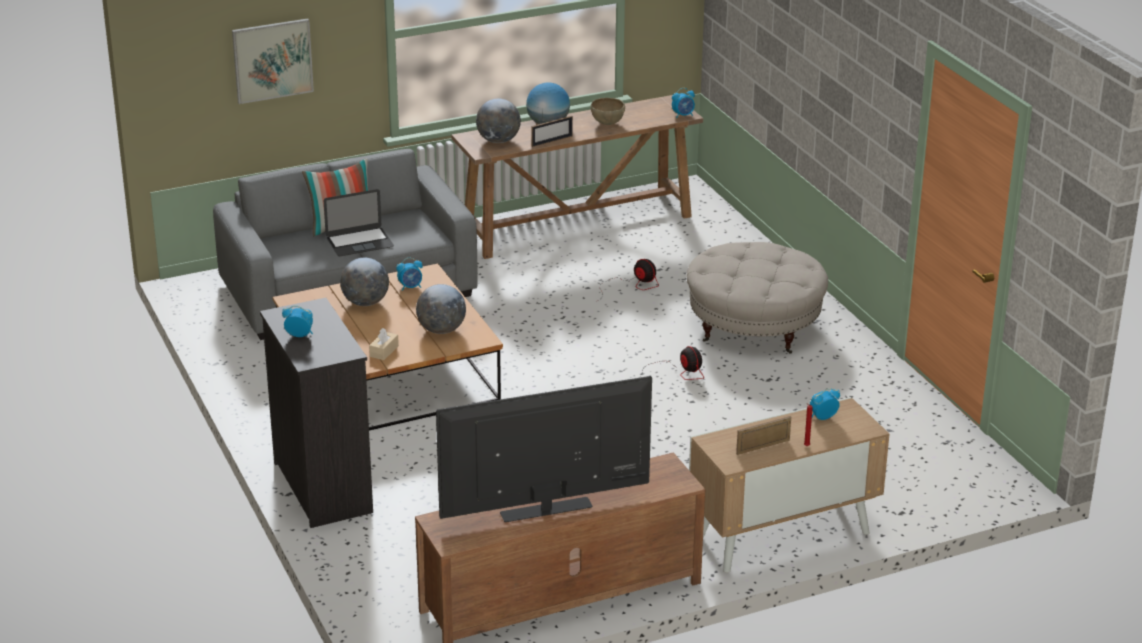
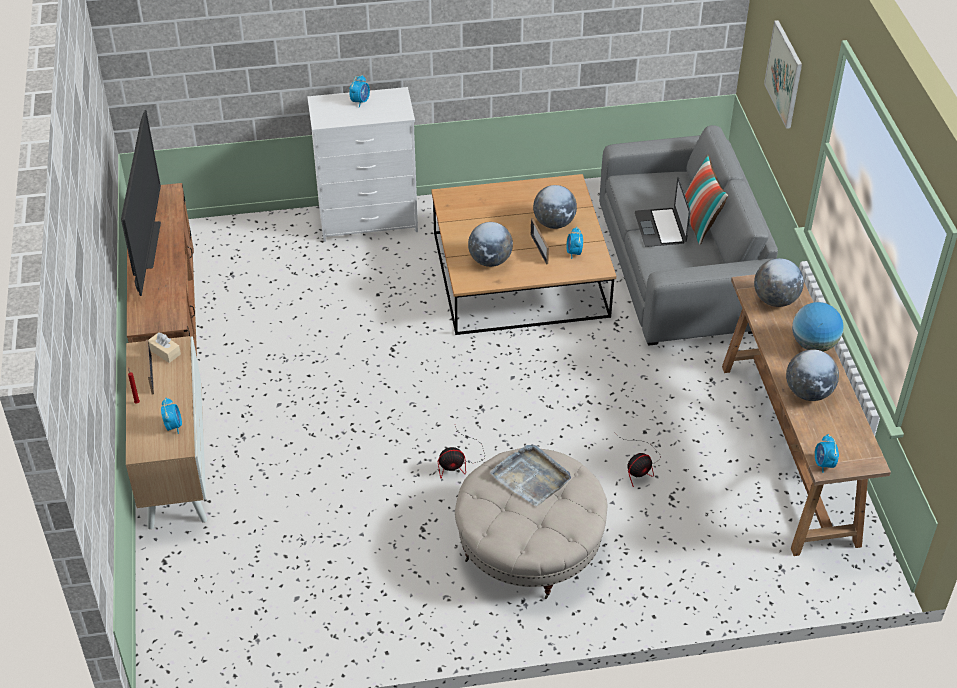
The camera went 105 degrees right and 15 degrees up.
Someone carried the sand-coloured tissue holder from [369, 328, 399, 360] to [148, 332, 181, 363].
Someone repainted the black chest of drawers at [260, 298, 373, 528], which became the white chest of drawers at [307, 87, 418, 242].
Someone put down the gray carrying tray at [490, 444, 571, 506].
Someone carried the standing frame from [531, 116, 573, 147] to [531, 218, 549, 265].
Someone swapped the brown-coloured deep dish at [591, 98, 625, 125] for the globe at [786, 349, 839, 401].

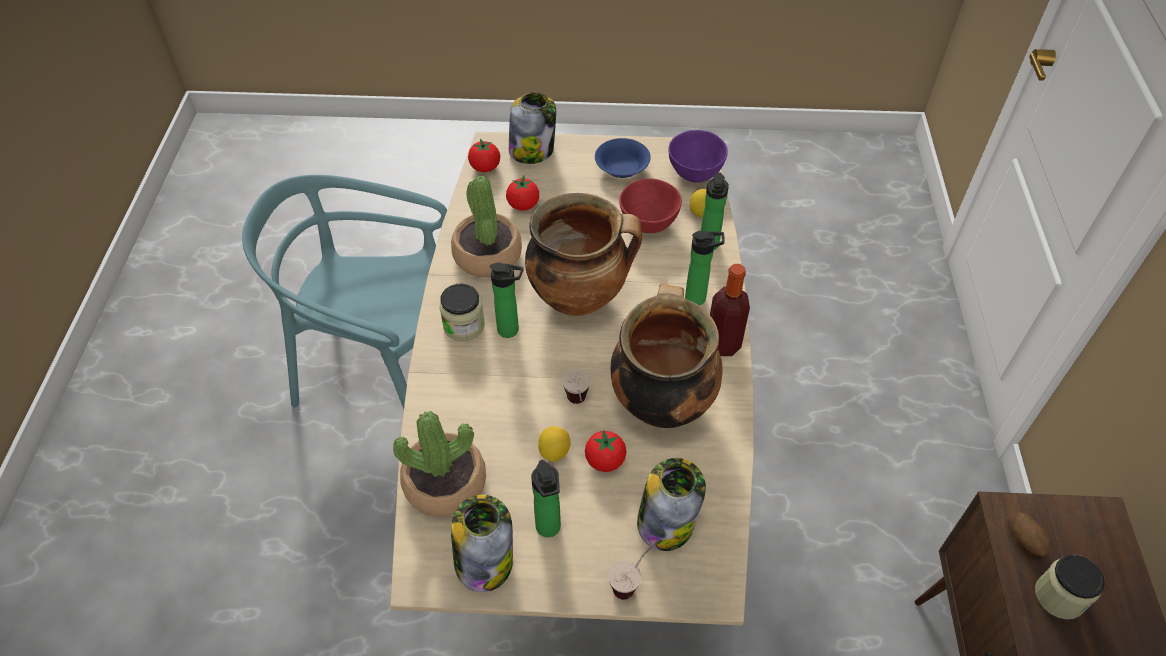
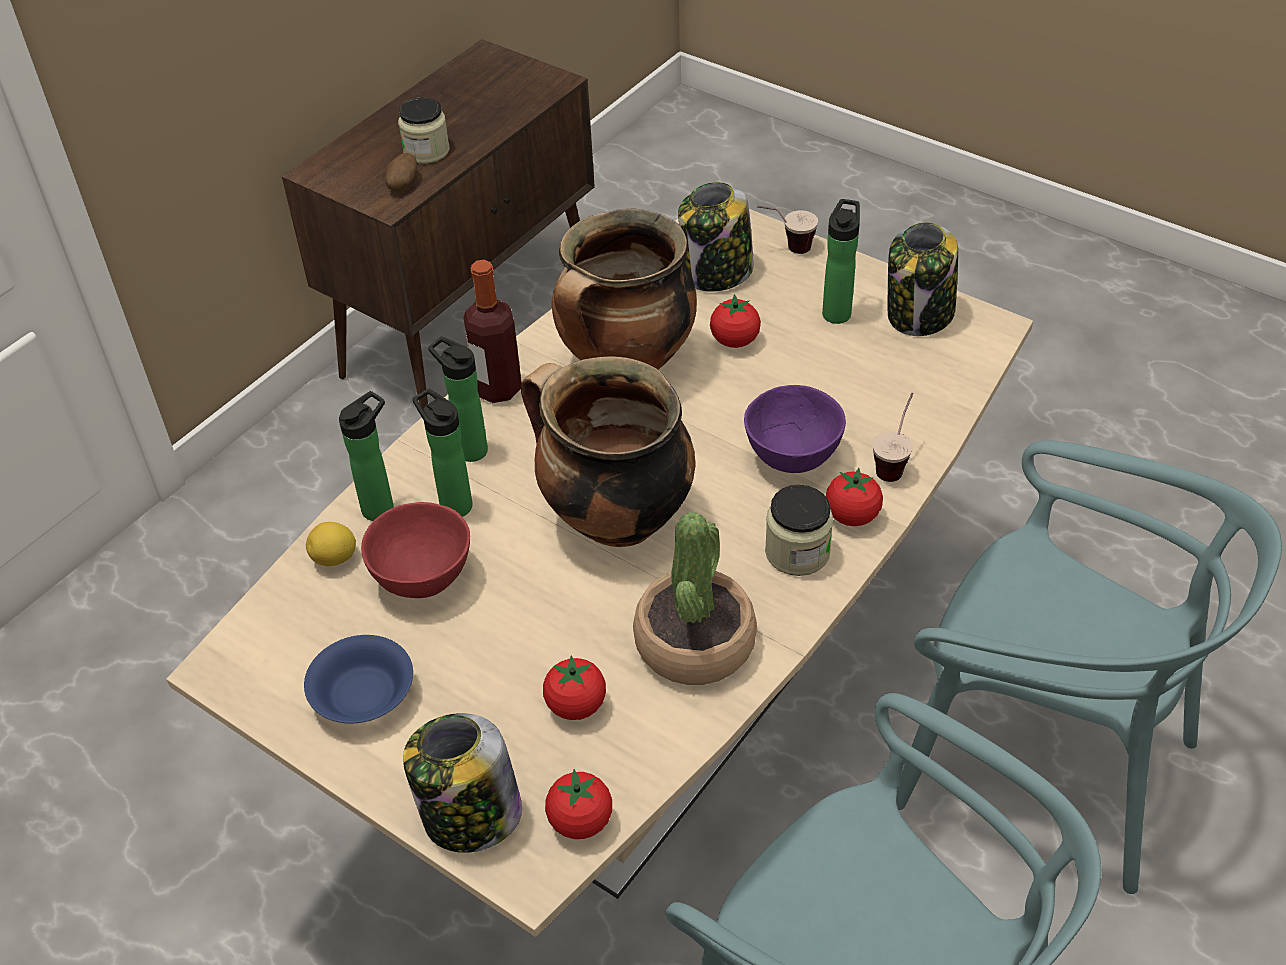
The camera went 145 degrees left and 5 degrees down.
Someone carried the bottle from [490, 262, 523, 338] to [413, 388, 473, 517].
Someone carried the purple-coloured deep dish from [668, 130, 728, 183] to [744, 385, 846, 473].
Someone put down the fresh tomato at [826, 468, 883, 526].
Someone carried the small cup from [562, 369, 591, 404] to [872, 392, 914, 482].
Someone put down the turquoise-coloured chair at [896, 440, 1282, 894].
Someone took away the houseplant at [393, 411, 486, 516].
Someone took away the lemon at [538, 426, 571, 462].

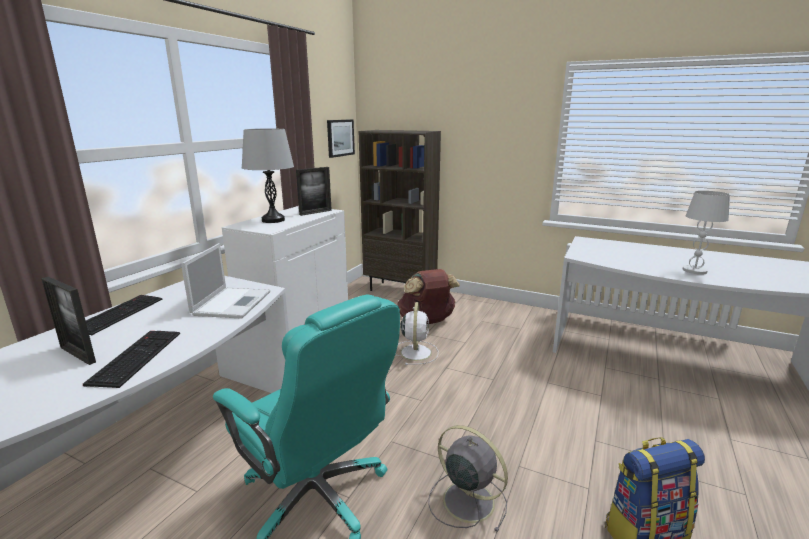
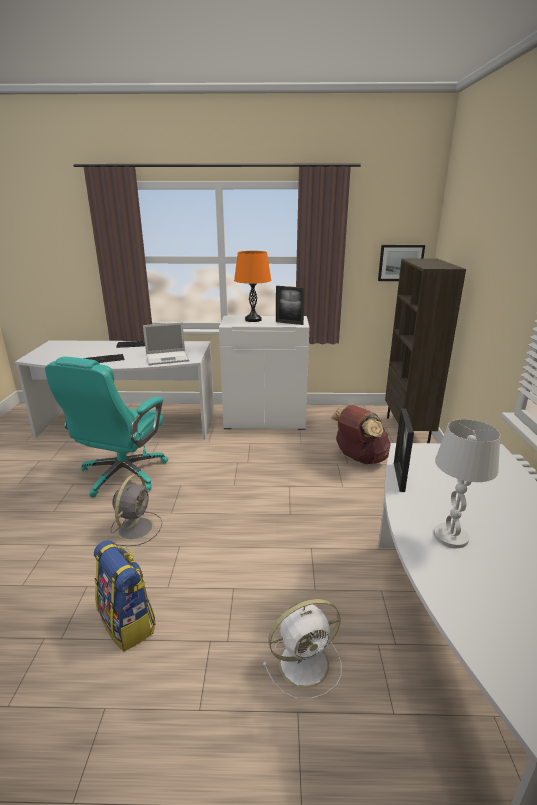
The camera went 65 degrees right and 5 degrees up.
Someone repainted the gray lamp for a table at [242, 129, 294, 223], which became the orangey lamp for a table at [234, 251, 271, 322].
Someone carried the white fan from [395, 302, 438, 365] to [263, 599, 342, 699].
Someone carried the standing frame from [41, 277, 96, 365] to [394, 408, 414, 492].

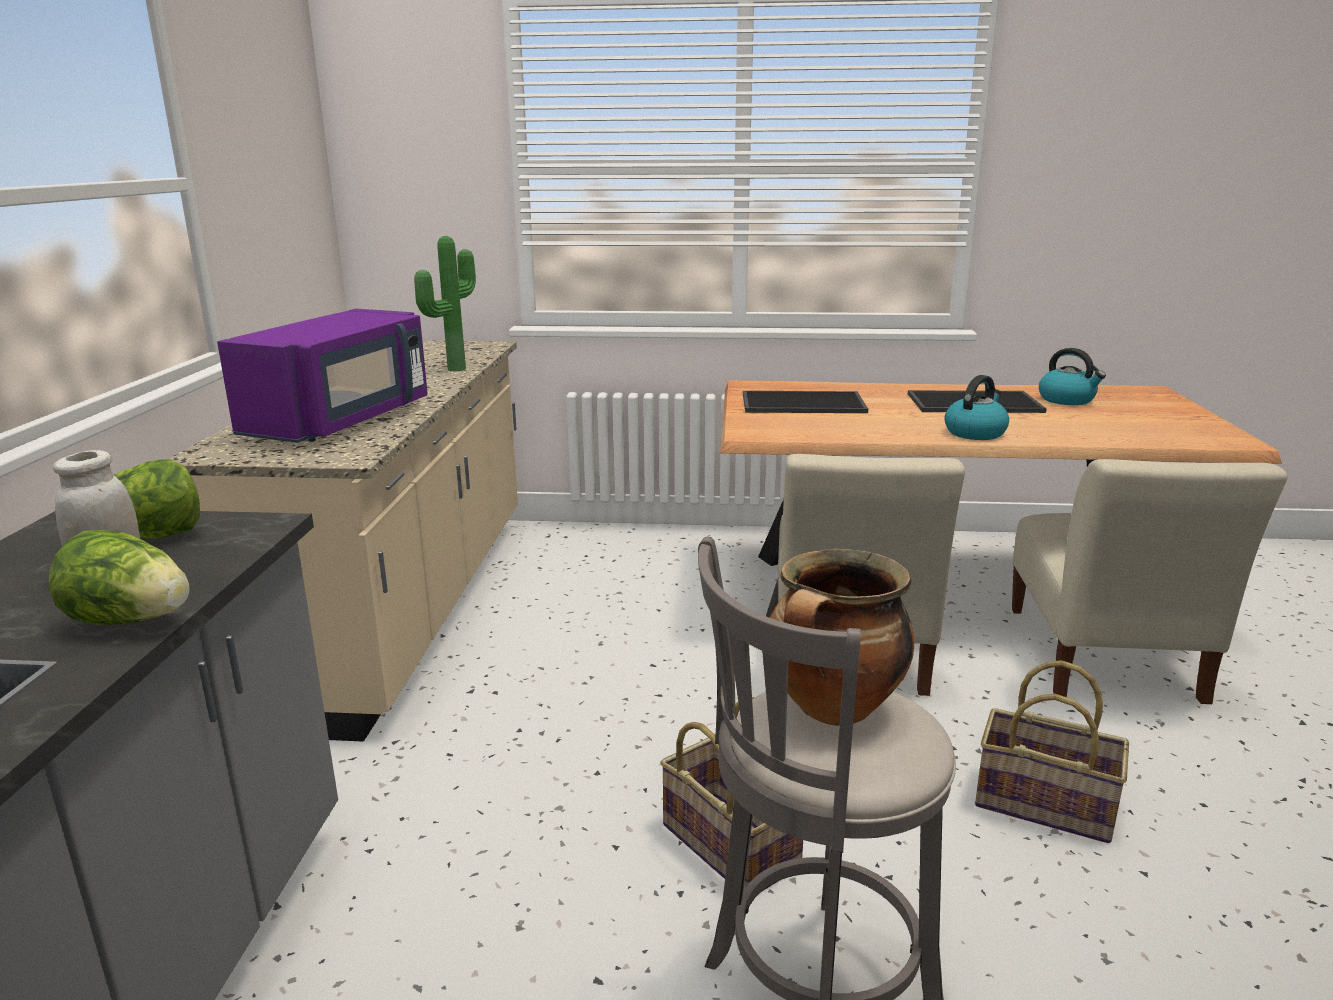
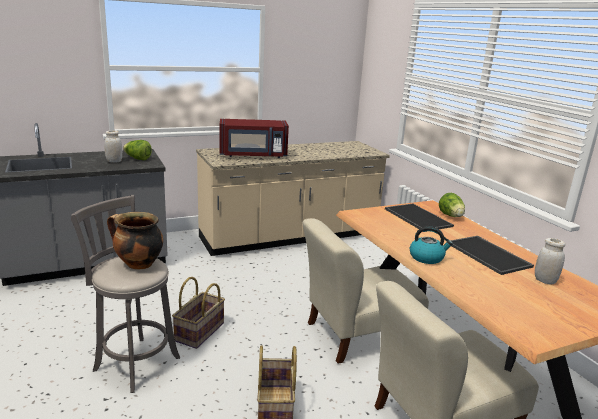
The camera went 60 degrees right and 0 degrees up.
Someone repainted the purple-coloured kitchen microwave at [217, 309, 428, 443], which became the red kitchen microwave at [220, 119, 289, 158].
Someone carried the lettuce from [49, 529, 189, 625] to [439, 193, 465, 217].
Someone swapped the kettle at [1039, 348, 1106, 405] for the white jar at [535, 238, 565, 285].
Someone took away the houseplant at [414, 236, 476, 371].

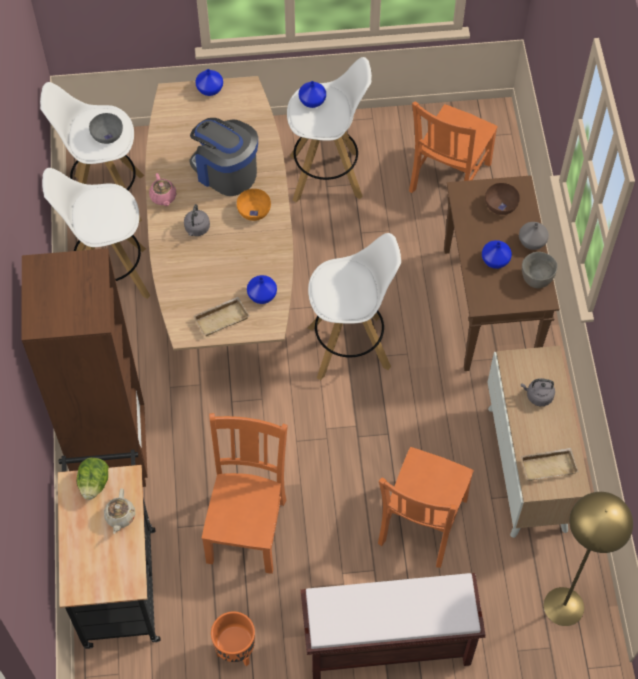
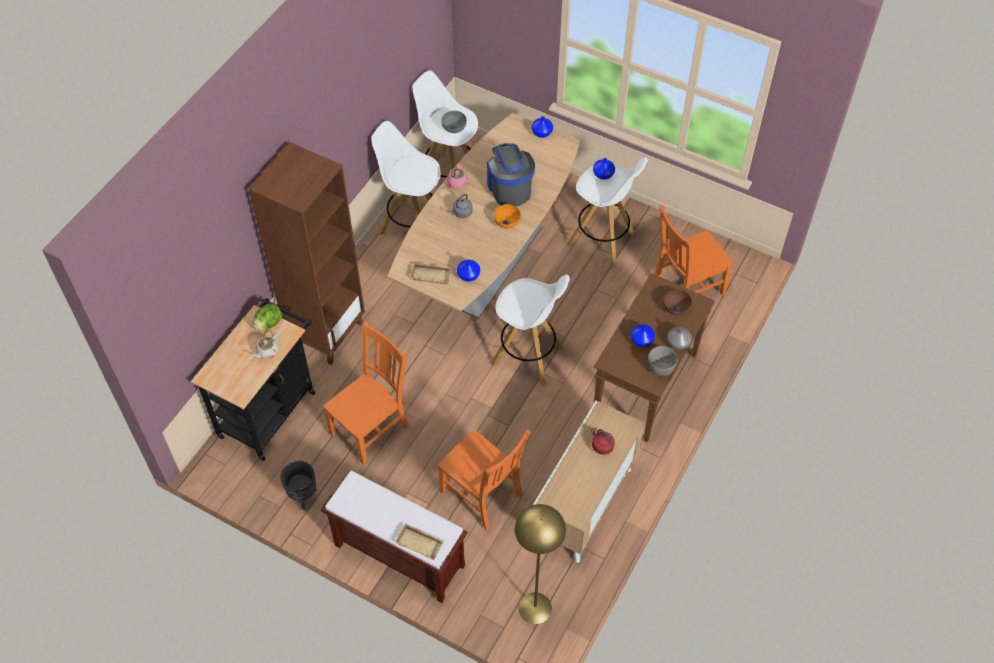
The camera went 35 degrees right and 5 degrees down.
Someone repainted the orangey plant pot at [211, 611, 255, 666], which became the black plant pot at [281, 461, 316, 510].
Someone carried the sand-coloured carrying tray from [520, 448, 578, 481] to [395, 524, 444, 560].
Someone rotated the orangey chair at [378, 447, 474, 568] by 105 degrees counterclockwise.
Someone repainted the gray kettle at [521, 378, 555, 406], which became the red kettle at [591, 428, 615, 455].

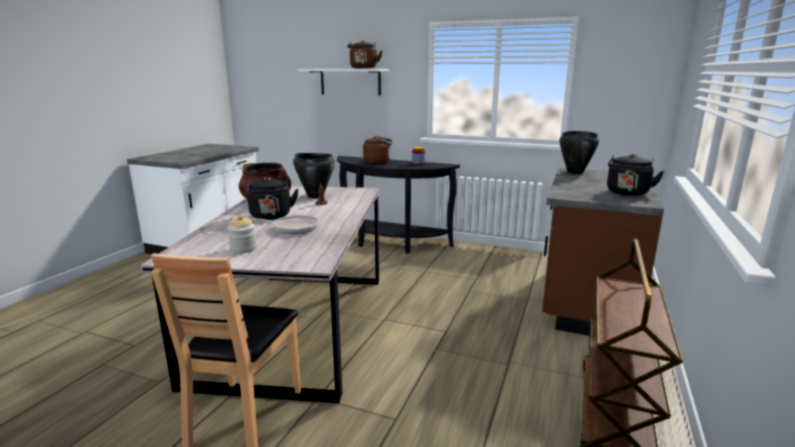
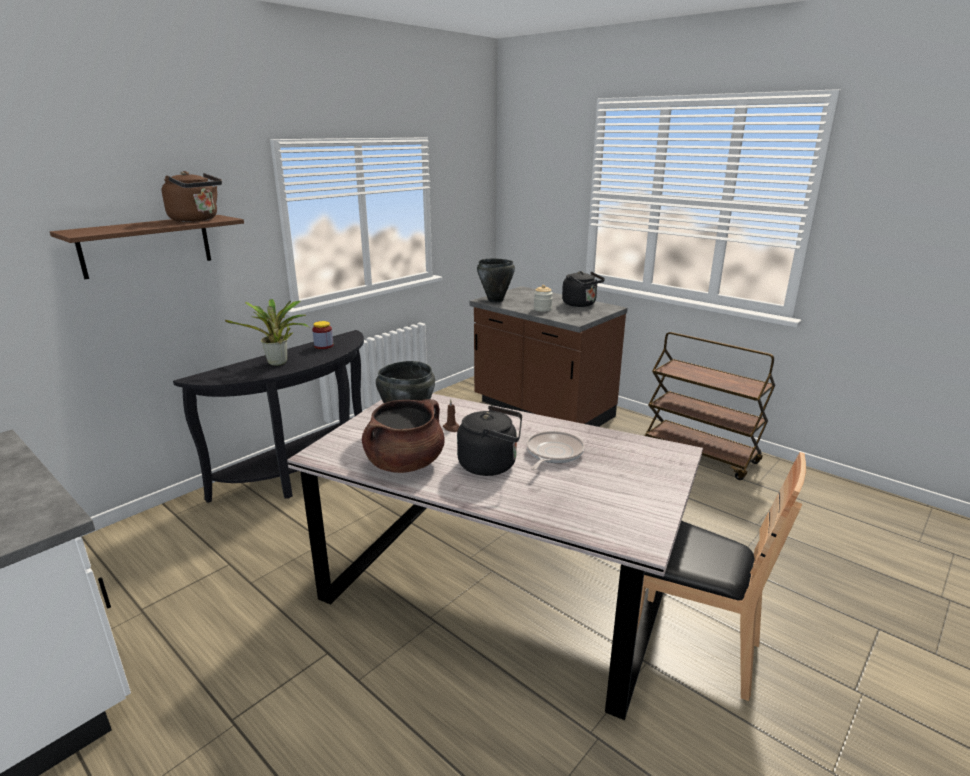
The camera went 70 degrees left and 5 degrees up.
Someone repainted the white wall shelf at [298, 69, 389, 96], which became the brown-coloured wall shelf at [50, 215, 244, 279].
Someone swapped the brown-coloured kettle at [363, 136, 392, 164] for the houseplant at [225, 299, 310, 366].
Someone carried the jar from [227, 215, 257, 253] to [534, 285, 553, 312].

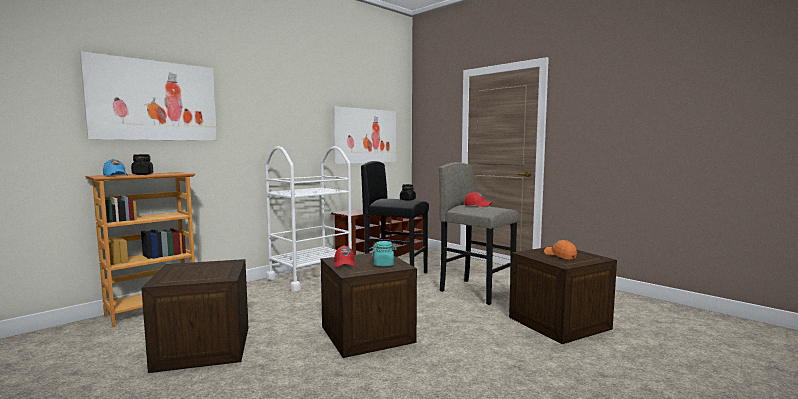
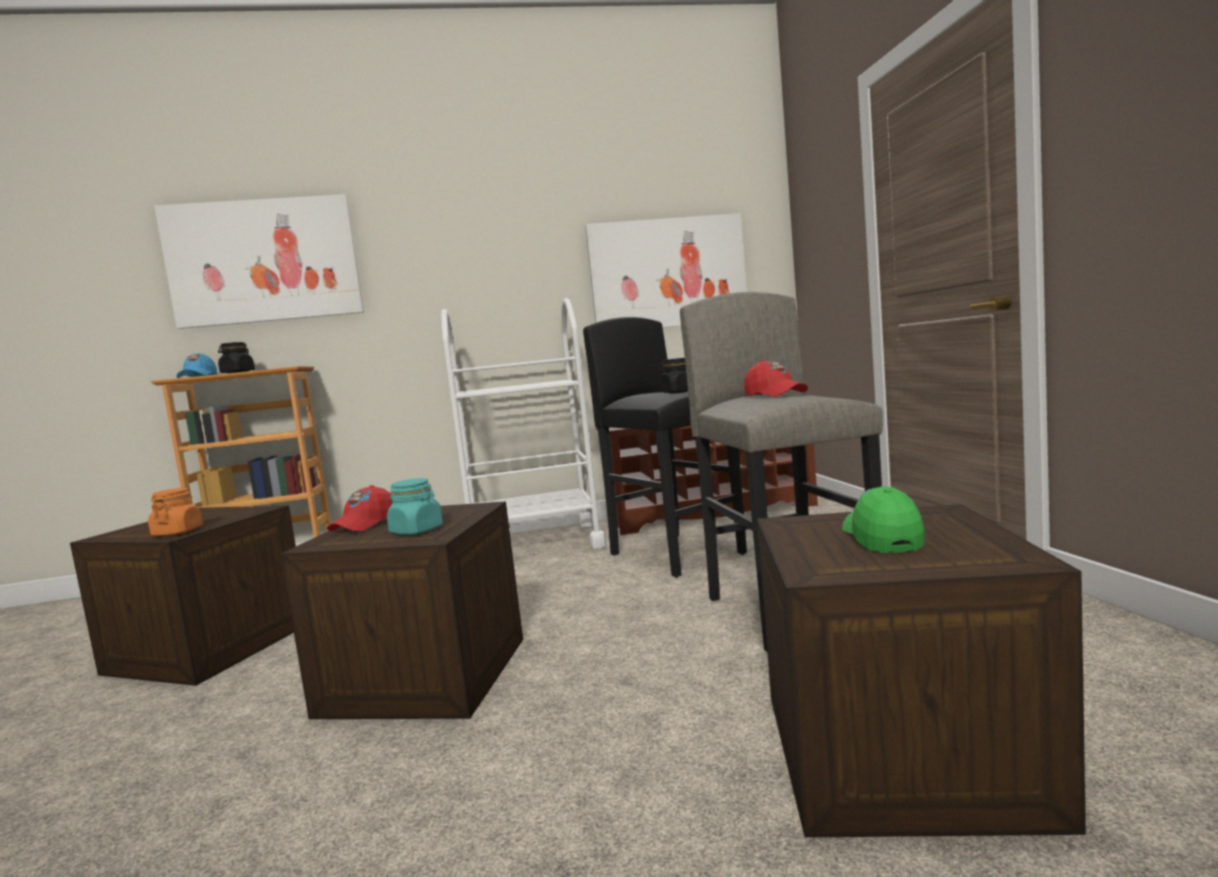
The camera went 35 degrees right and 0 degrees up.
Someone put down the orangey jar at [148, 488, 203, 536].
Someone repainted the orangey baseball cap at [544, 240, 577, 259], which became the green-coloured baseball cap at [842, 487, 924, 553].

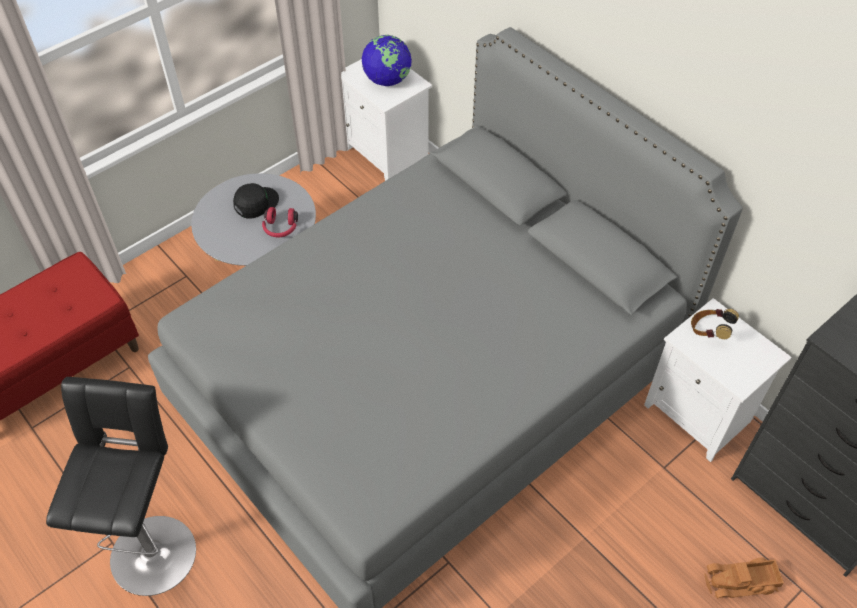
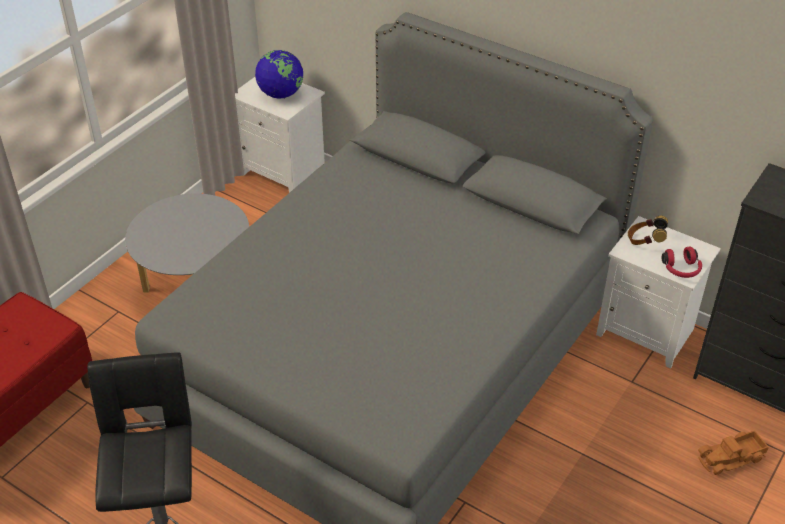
The camera went 15 degrees left and 10 degrees down.
Someone carried the red headphones from [262, 207, 298, 237] to [662, 247, 702, 278].
Someone took away the black baseball cap at [233, 183, 279, 218].

